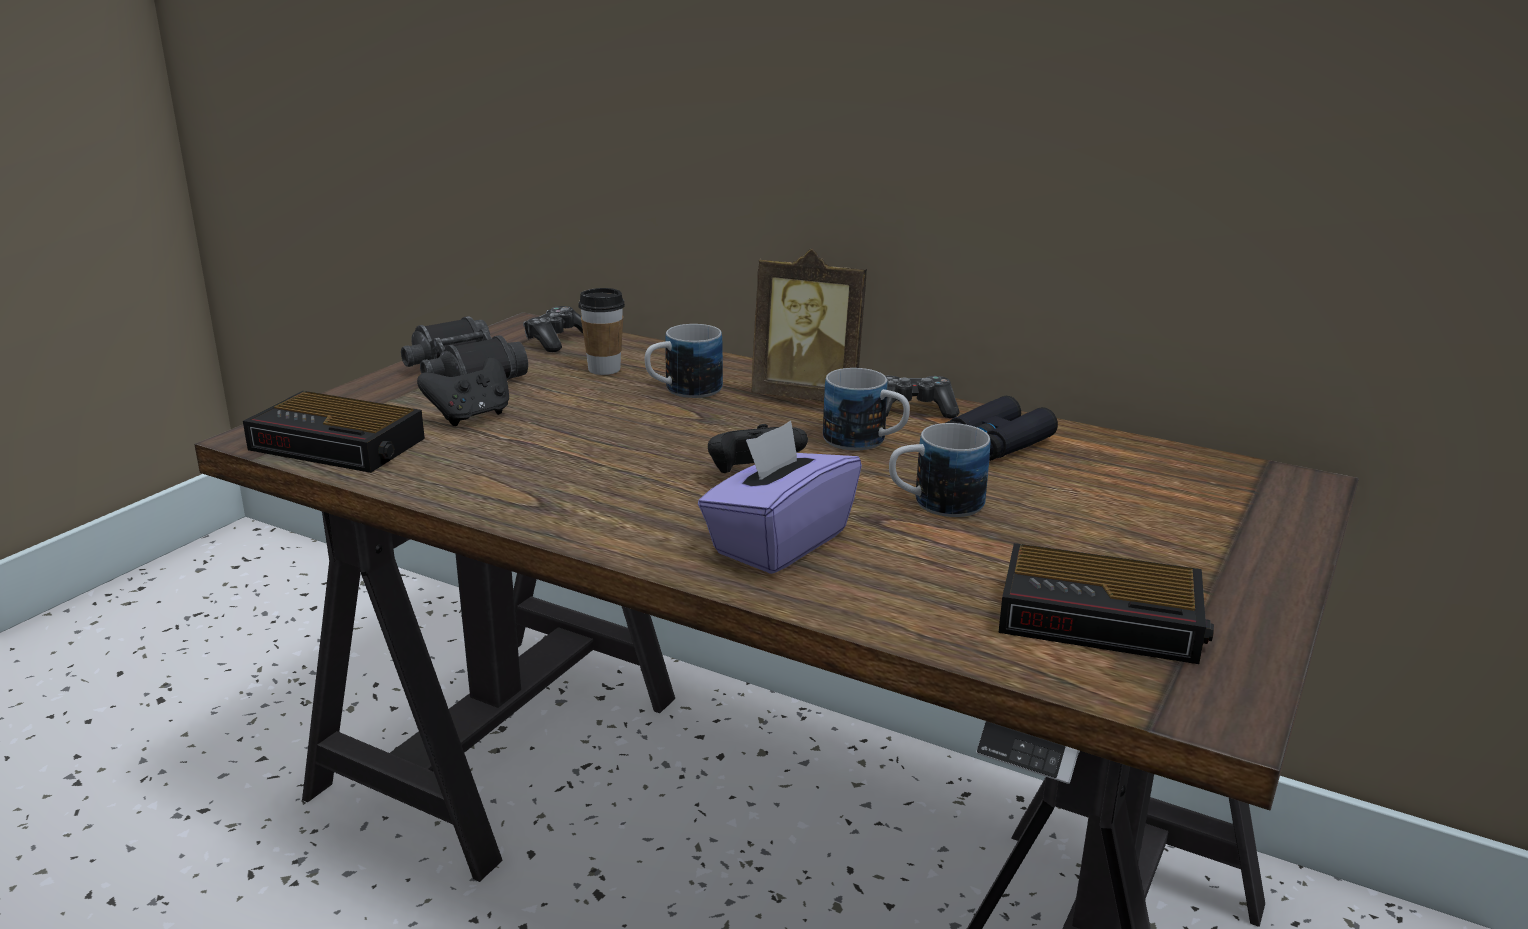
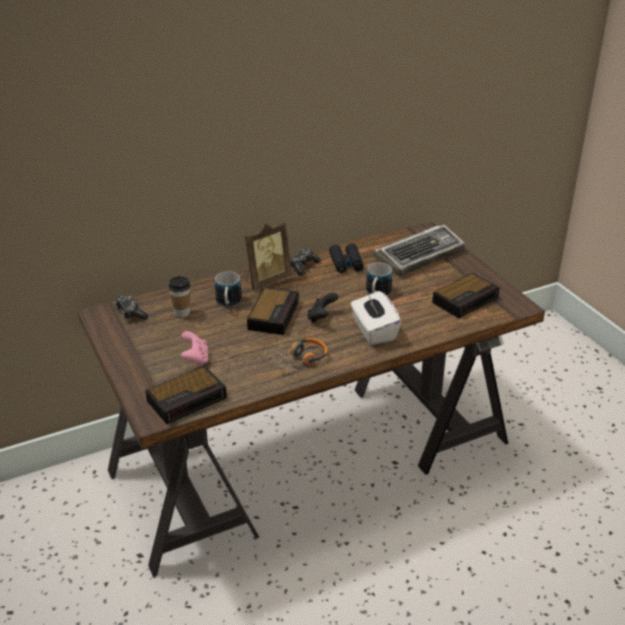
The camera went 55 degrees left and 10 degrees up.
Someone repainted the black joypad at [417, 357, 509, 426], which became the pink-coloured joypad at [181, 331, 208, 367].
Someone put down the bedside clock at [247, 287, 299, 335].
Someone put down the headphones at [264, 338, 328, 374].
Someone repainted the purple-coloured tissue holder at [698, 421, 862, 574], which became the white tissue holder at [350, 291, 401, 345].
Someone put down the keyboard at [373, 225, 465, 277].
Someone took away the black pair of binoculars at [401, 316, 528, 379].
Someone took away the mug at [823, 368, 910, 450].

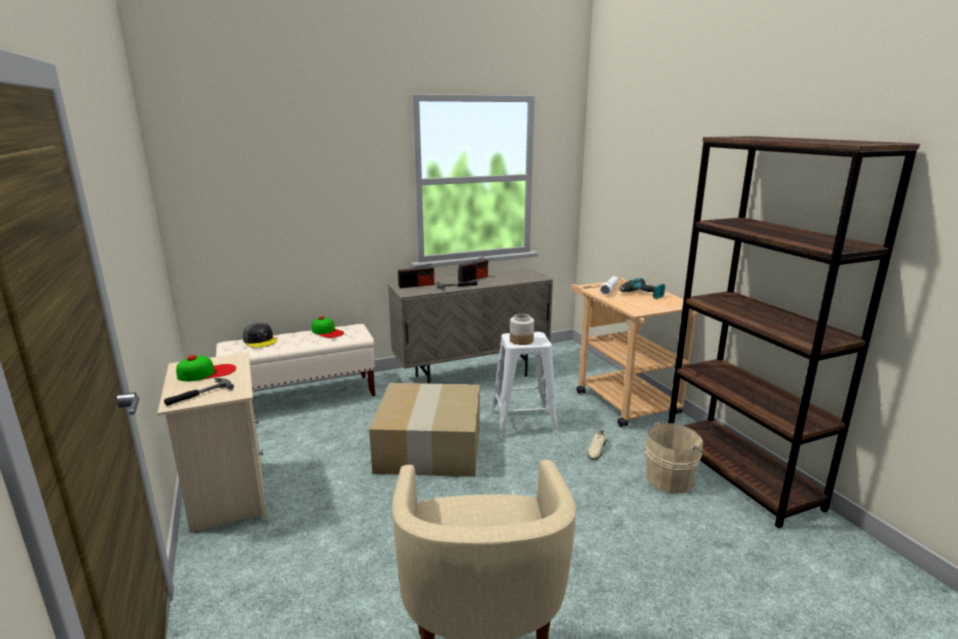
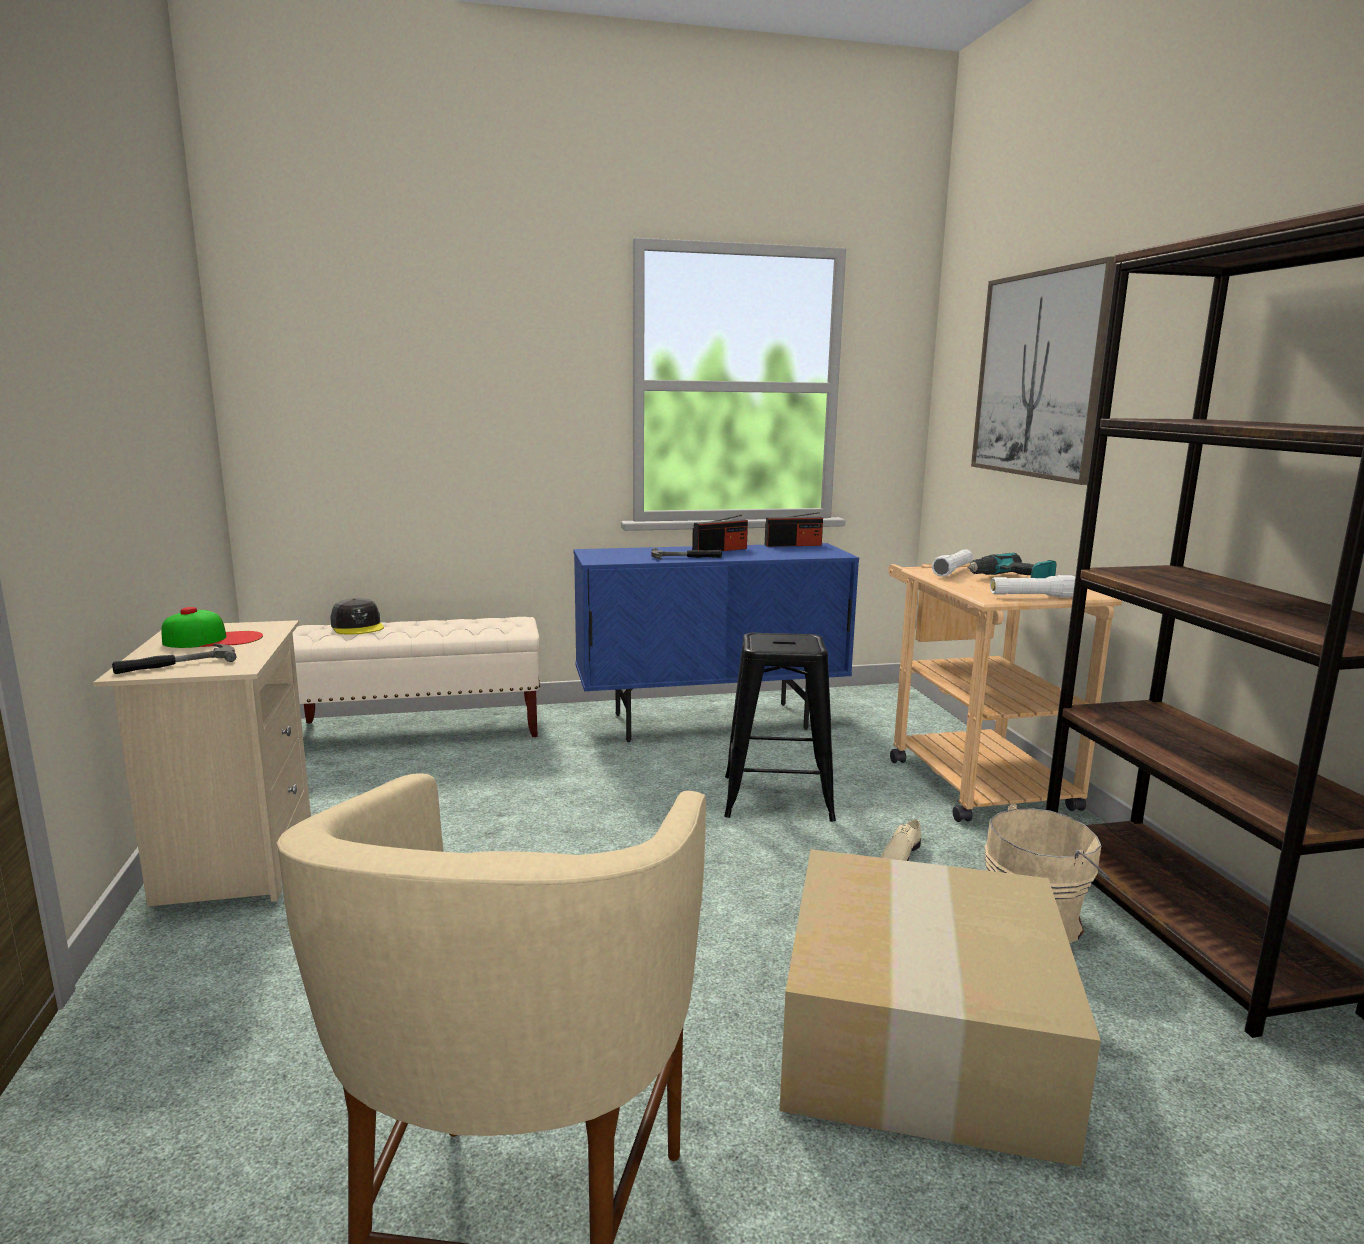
The camera went 10 degrees right and 5 degrees down.
Someone repainted the sand-coloured cabinet at [388, 268, 553, 384], which became the blue-coloured cabinet at [574, 543, 859, 742].
Someone repainted the white sitting stool at [491, 332, 558, 438], which became the black sitting stool at [724, 633, 836, 822].
Someone carried the radio receiver from [398, 264, 434, 288] to [765, 512, 823, 547].
Someone carried the carton from [369, 383, 480, 477] to [780, 849, 1101, 1167].
Someone put up the wall picture at [971, 256, 1116, 485].
Someone put down the white hand torch at [990, 575, 1075, 597].
Someone took away the baseball cap at [312, 316, 344, 338].
Someone took away the jar at [510, 314, 534, 345].

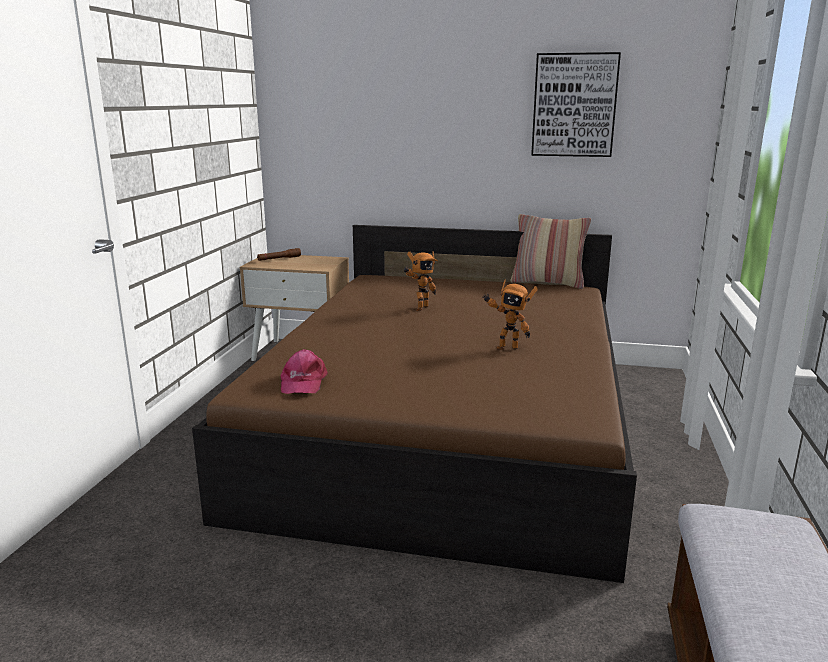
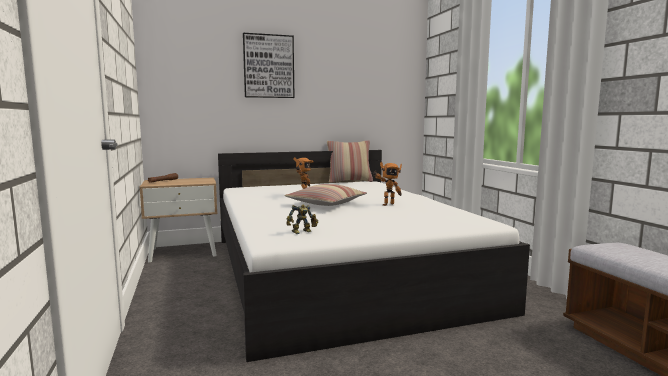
The camera went 30 degrees left and 10 degrees down.
Someone repainted the brown-coloured bed at [192, 225, 637, 583], which became the white bed at [218, 150, 530, 362].
Someone carried the wall picture from [531, 52, 621, 157] to [243, 33, 295, 98].
Someone put down the throw pillow at [284, 184, 367, 206].
Someone swapped the pink-coloured baseball cap at [281, 349, 328, 394] for the robot figure at [286, 204, 318, 234].

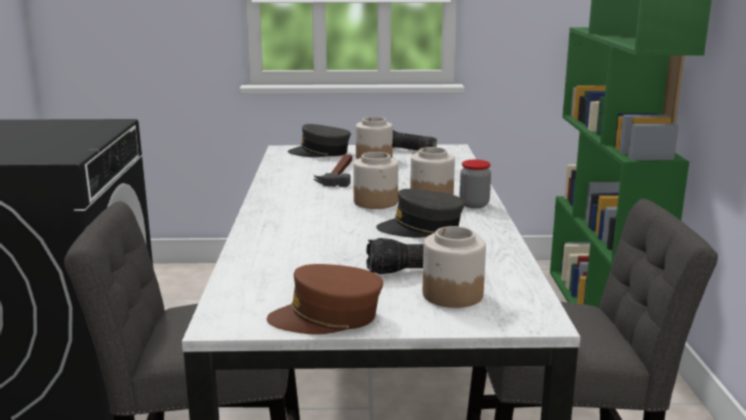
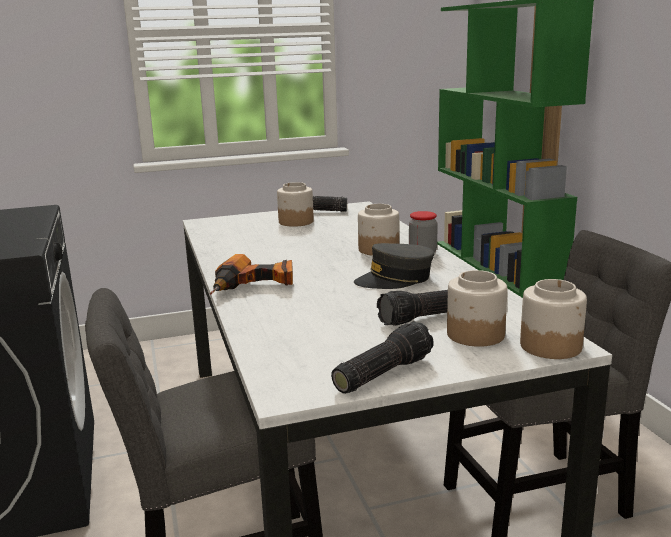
The camera went 15 degrees left and 0 degrees up.
Someone put down the drill at [210, 254, 293, 294].
Someone swapped the brown-coloured baseball cap at [267, 264, 383, 335] for the hand torch at [331, 321, 434, 394].
Someone carried the jar from [353, 152, 398, 209] to [520, 279, 587, 359].
Someone took away the gray baseball cap at [288, 124, 351, 157].
Someone took away the hand hammer at [314, 154, 352, 187].

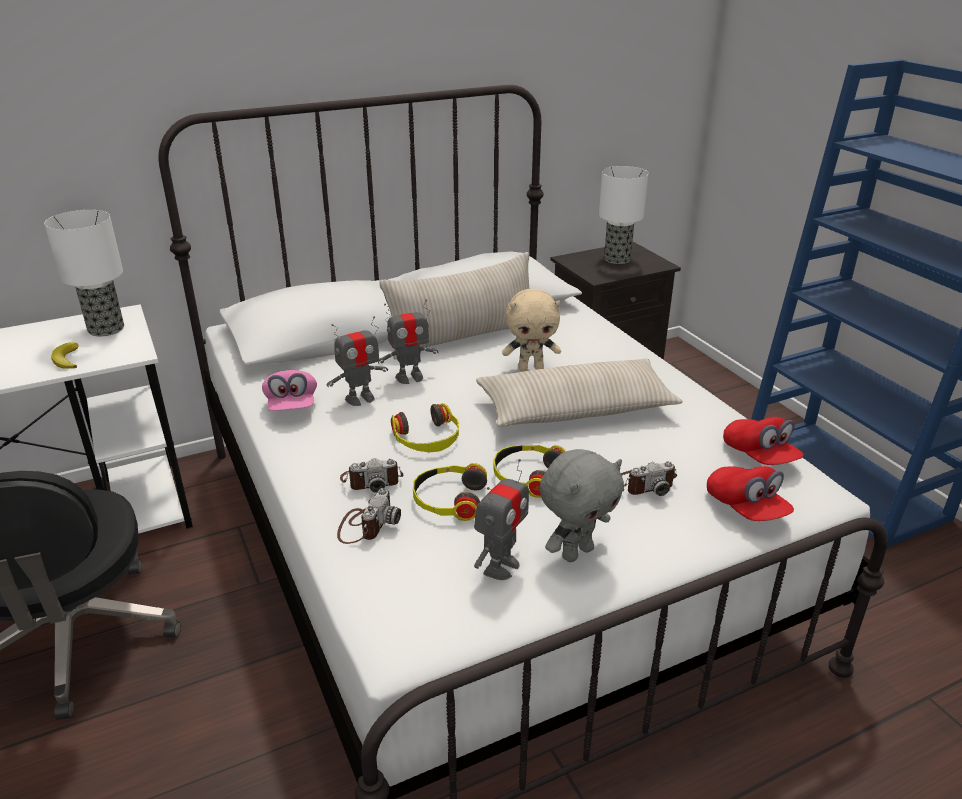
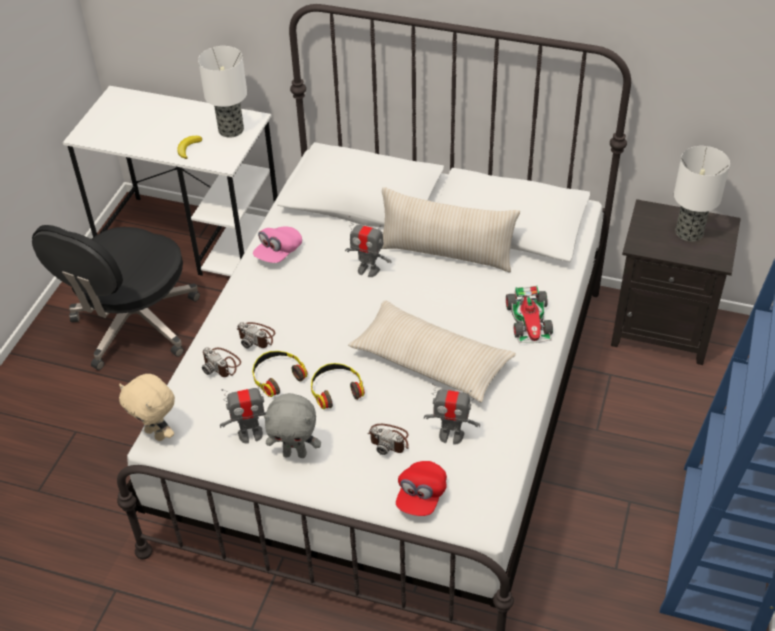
The camera went 45 degrees right and 15 degrees up.
Someone carried the sand-coloured cuddly toy from [502, 289, 561, 371] to [119, 374, 175, 441].
Someone rotated the still camera at [337, 488, 401, 544] by 75 degrees clockwise.
Someone carried the robot figure from [327, 316, 388, 406] to [424, 383, 480, 445].
Someone put down the miniature car at [506, 286, 553, 343].
Someone took away the headphones at [391, 403, 459, 452].
Someone took away the red baseball cap at [723, 417, 804, 465].

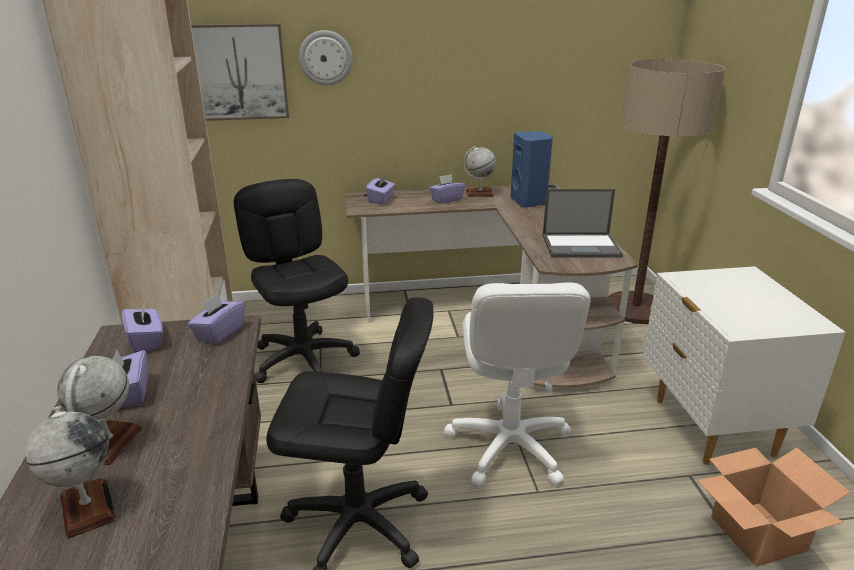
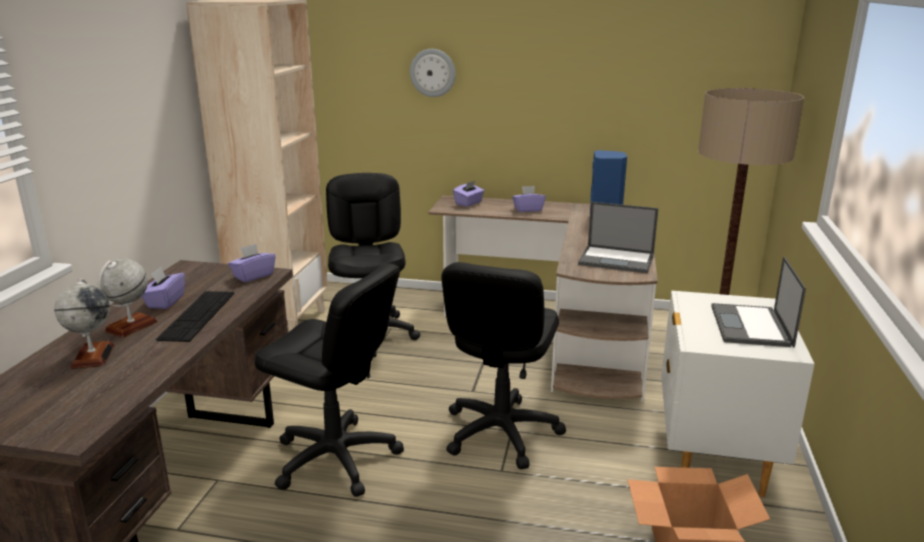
The camera went 20 degrees right and 5 degrees down.
Someone put down the keyboard at [156, 291, 234, 342].
Someone repainted the white desk chair at [443, 282, 590, 487], which became the black desk chair at [441, 262, 566, 469].
Someone put down the notebook computer at [711, 256, 806, 347].
Someone took away the purple-coloured tissue holder at [122, 303, 163, 353].
Someone took away the wall picture at [191, 23, 289, 121].
Someone took away the globe at [464, 146, 496, 197].

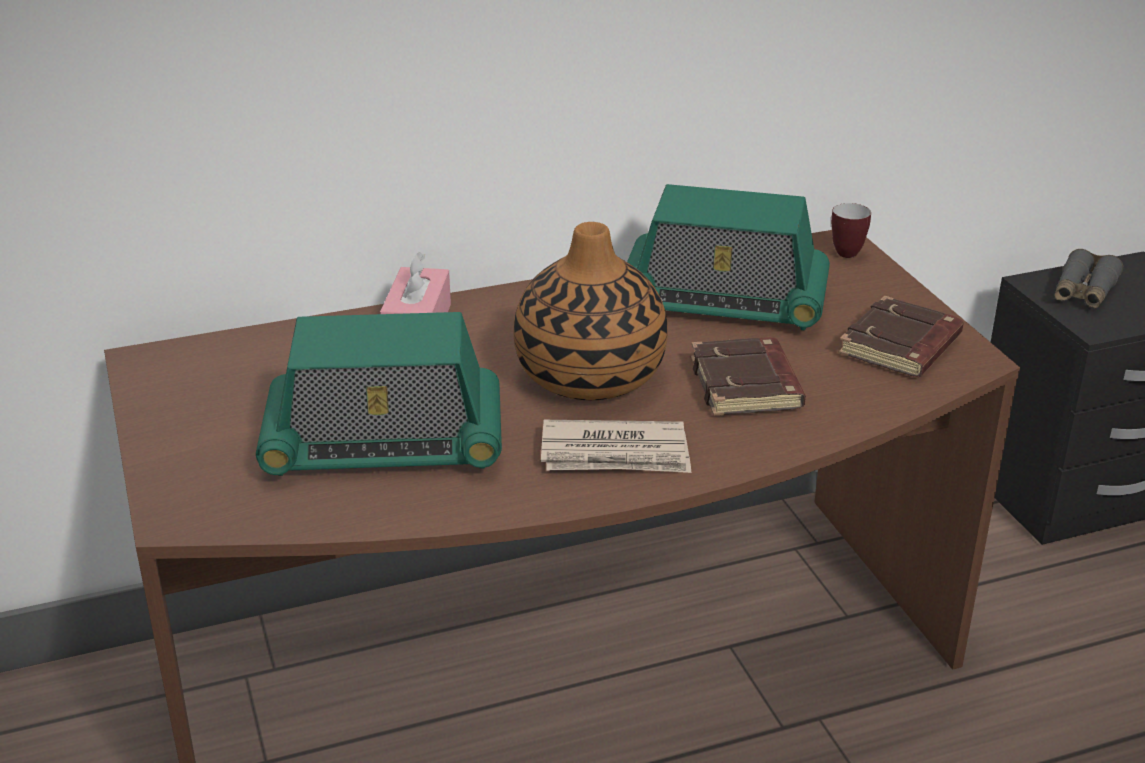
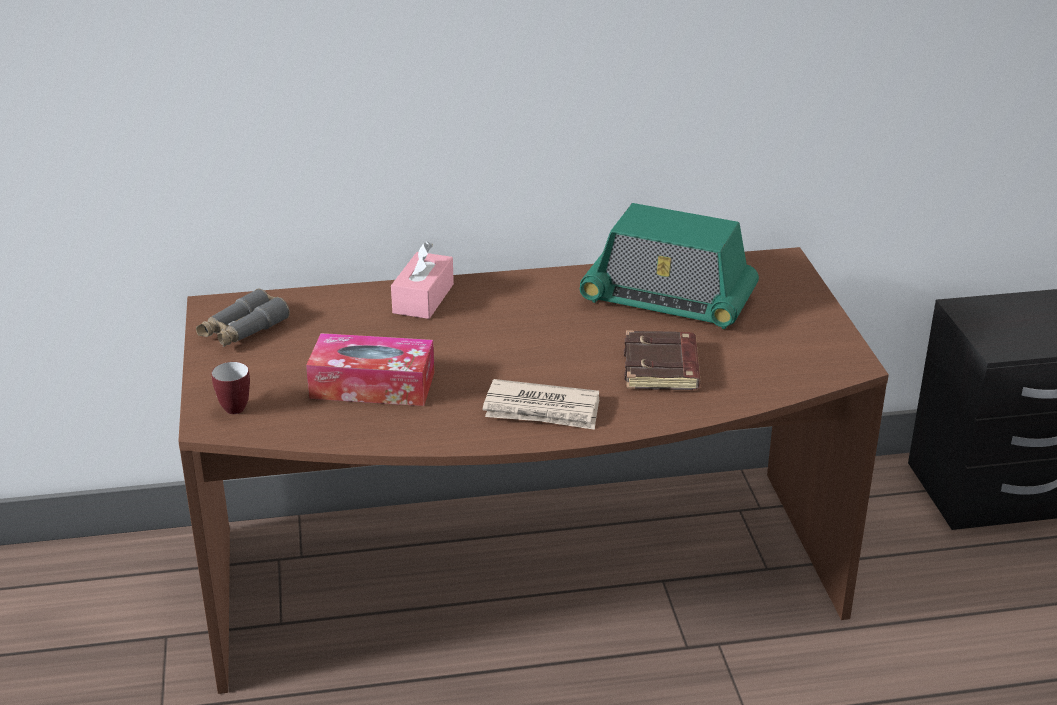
The camera went 10 degrees right and 0 degrees up.
Someone carried the gray pair of binoculars from [1055, 249, 1123, 308] to [196, 289, 290, 347].
Someone carried the mug from [831, 203, 871, 258] to [212, 362, 250, 414].
Someone swapped the radio receiver at [256, 312, 502, 476] for the tissue holder at [306, 333, 434, 406].
Someone took away the flower vase at [513, 222, 668, 400].
Someone took away the brown-coloured book at [839, 296, 964, 377].

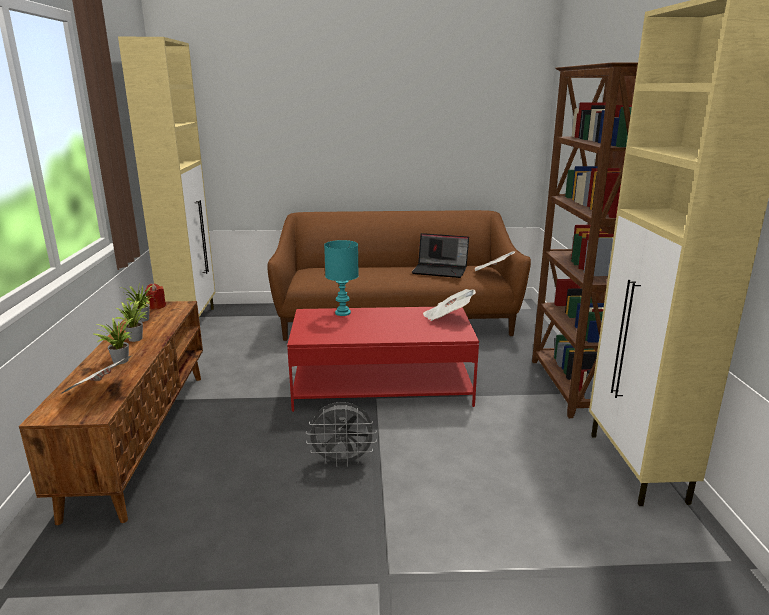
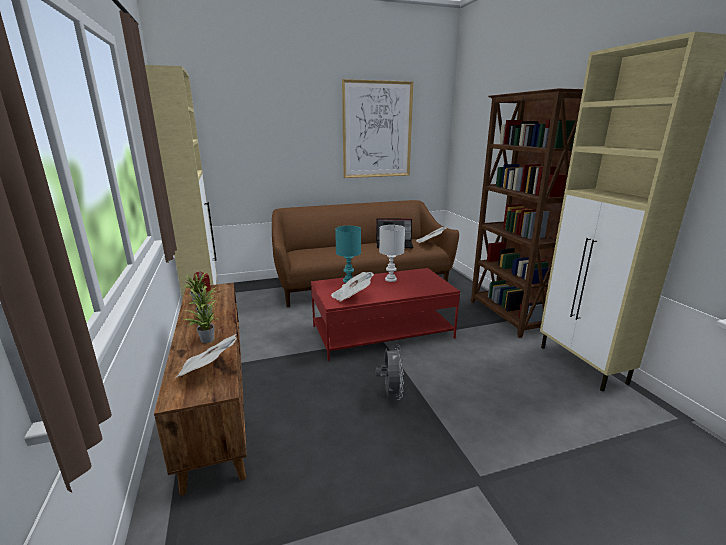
The camera went 15 degrees left and 0 degrees up.
Someone carried the daily paper from [423, 289, 476, 321] to [331, 272, 374, 302].
Someone put up the wall picture at [342, 79, 414, 178].
Someone rotated the gray fan at [306, 402, 377, 467] by 75 degrees counterclockwise.
Someone put down the white lamp for a table at [379, 225, 405, 282].

